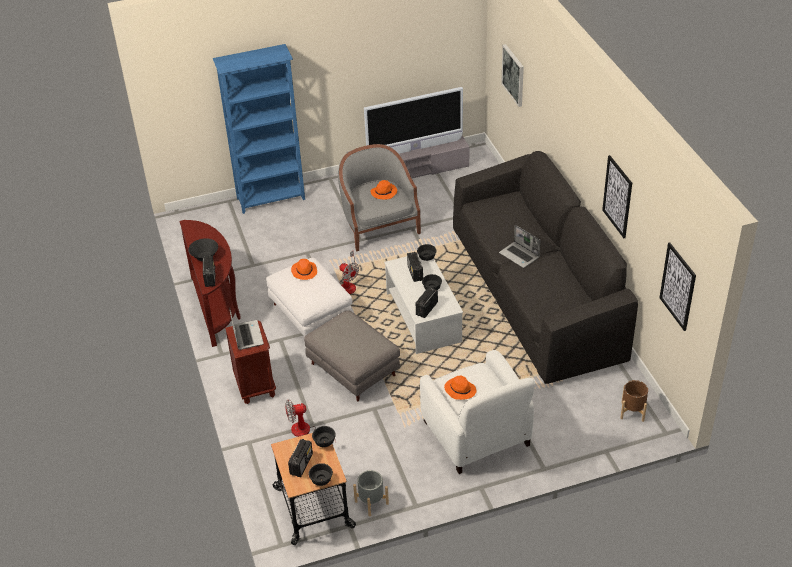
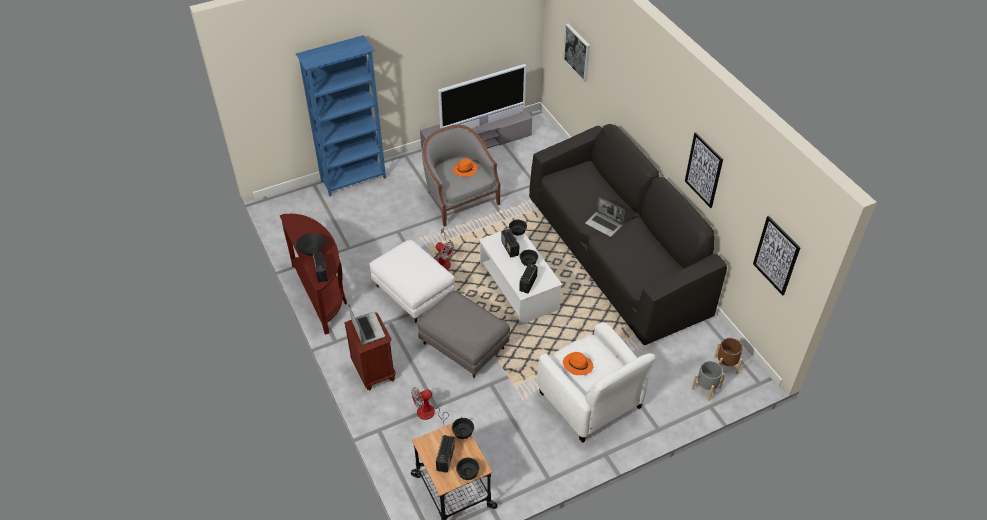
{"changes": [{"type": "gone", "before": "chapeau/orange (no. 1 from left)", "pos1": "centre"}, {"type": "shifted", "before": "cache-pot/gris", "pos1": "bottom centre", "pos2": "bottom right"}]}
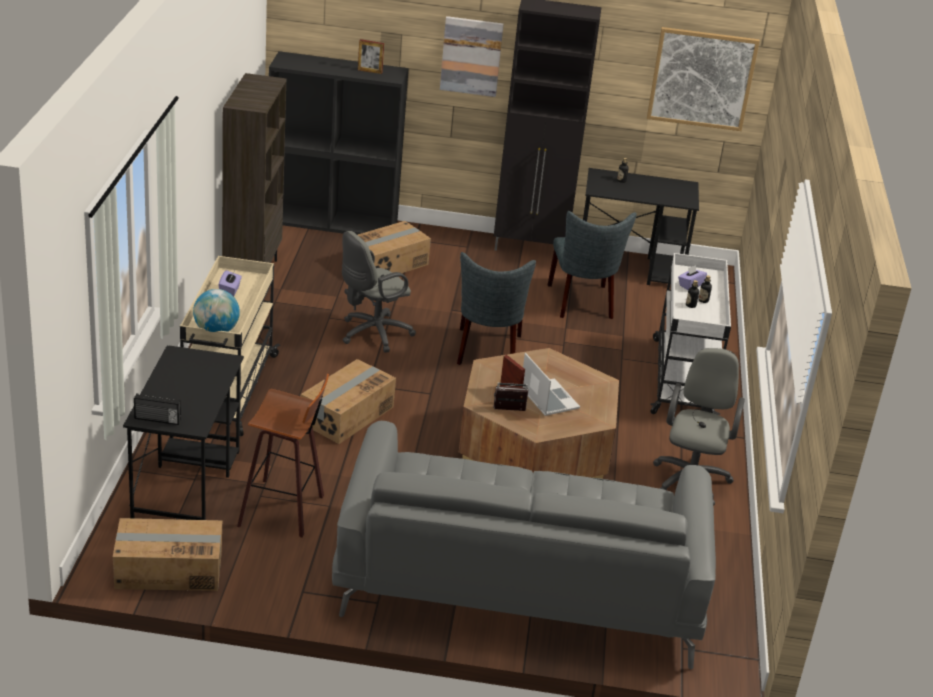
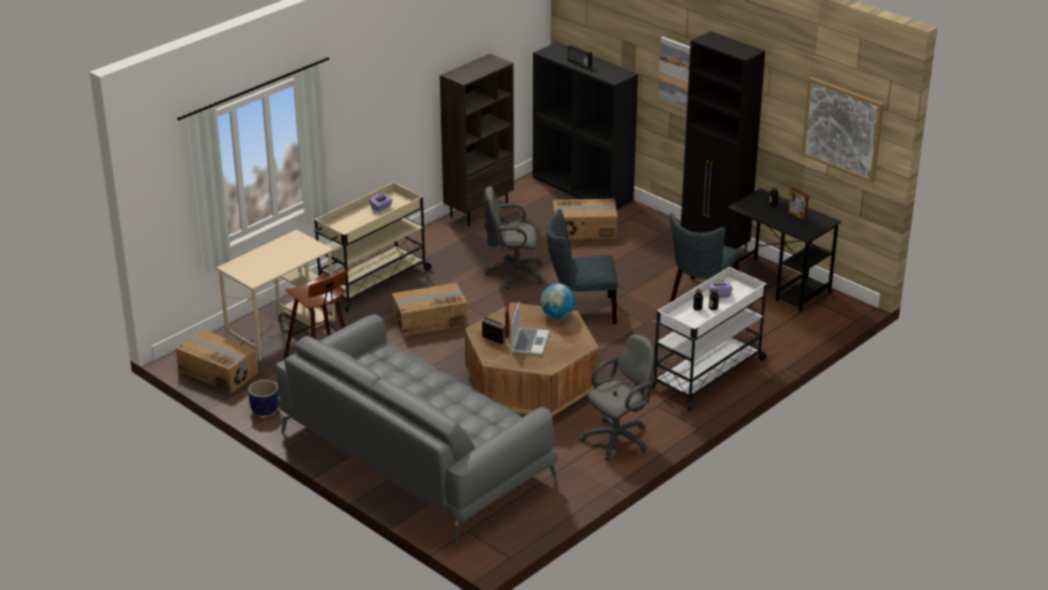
{"changes": [{"type": "new", "after": "cache-pot", "pos2": "bottom left"}, {"type": "shifted", "before": "radio (no. 1 from left in the first image)", "after": "radio (no. 2 from left)", "pos1": "middle left", "pos2": "top centre"}, {"type": "shifted", "before": "globe", "pos1": "middle left", "pos2": "centre"}, {"type": "shifted", "before": "cadre photo (no. 1 from left in the first image)", "after": "cadre photo (no. 2 from left)", "pos1": "top centre", "pos2": "middle right"}, {"type": "repainted", "before": "bureau/noir (no. 1 from left)", "after": "bureau/beige", "pos1": "middle left", "pos2": "middle left"}, {"type": "rotated", "before": "chaise/gris (no. 1 from left)", "pos1": "centre", "pos2": "centre", "turn": 45}]}
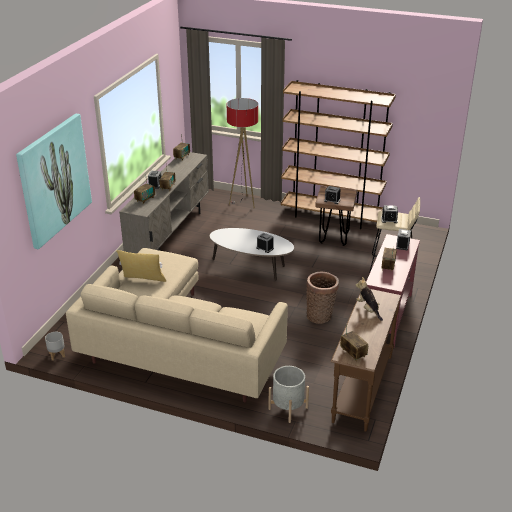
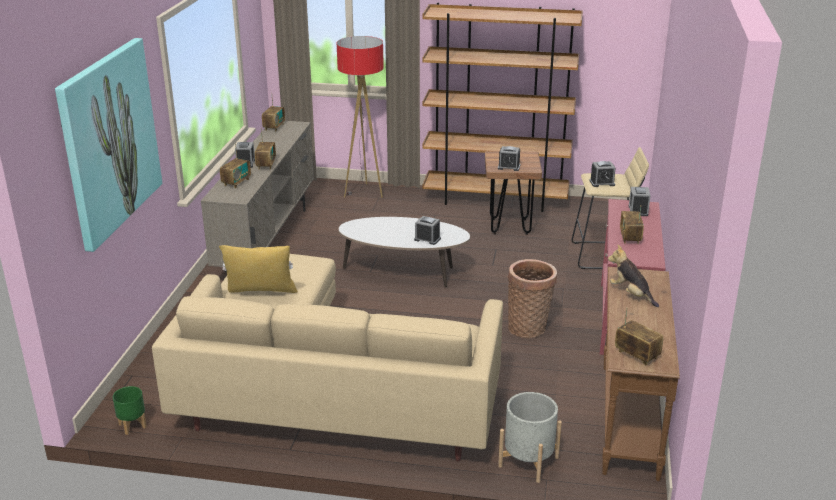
{"changes": [{"type": "repainted", "before": "cache-pot/gris (no. 1 from left)", "after": "cache-pot/vert", "pos1": "bottom left", "pos2": "bottom left"}]}
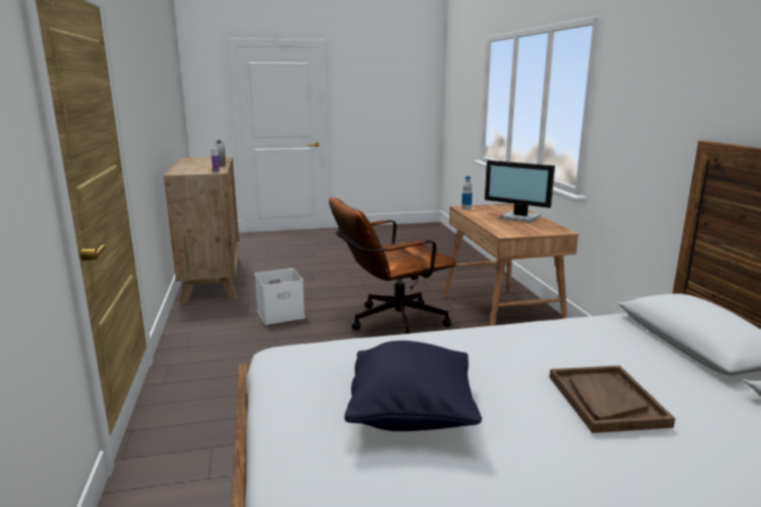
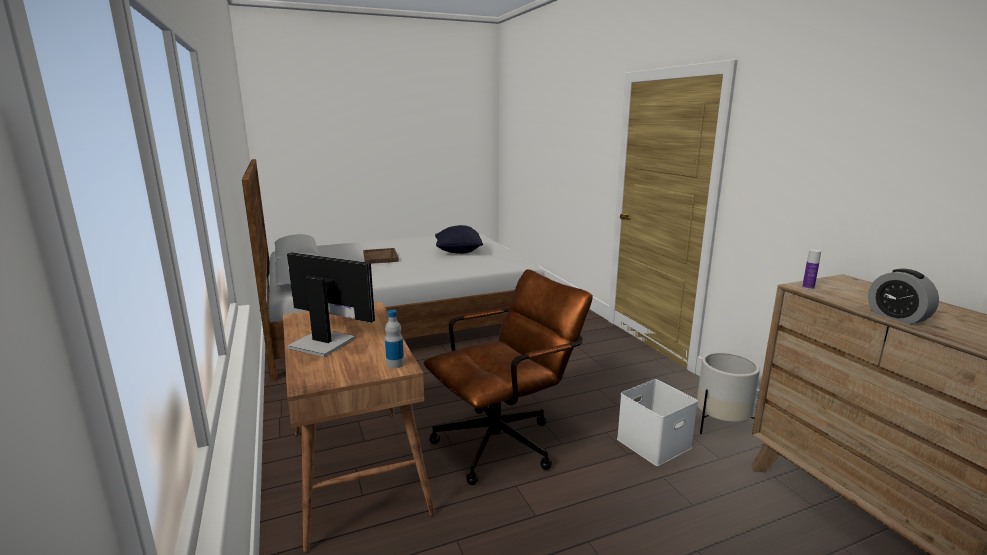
{"changes": [{"type": "new", "after": "cache-pot/blanc", "pos2": "bottom right"}]}
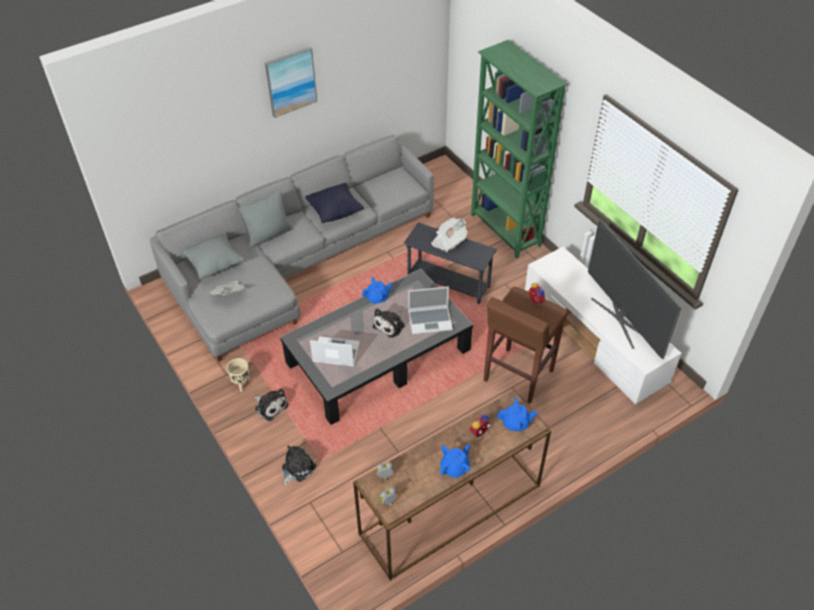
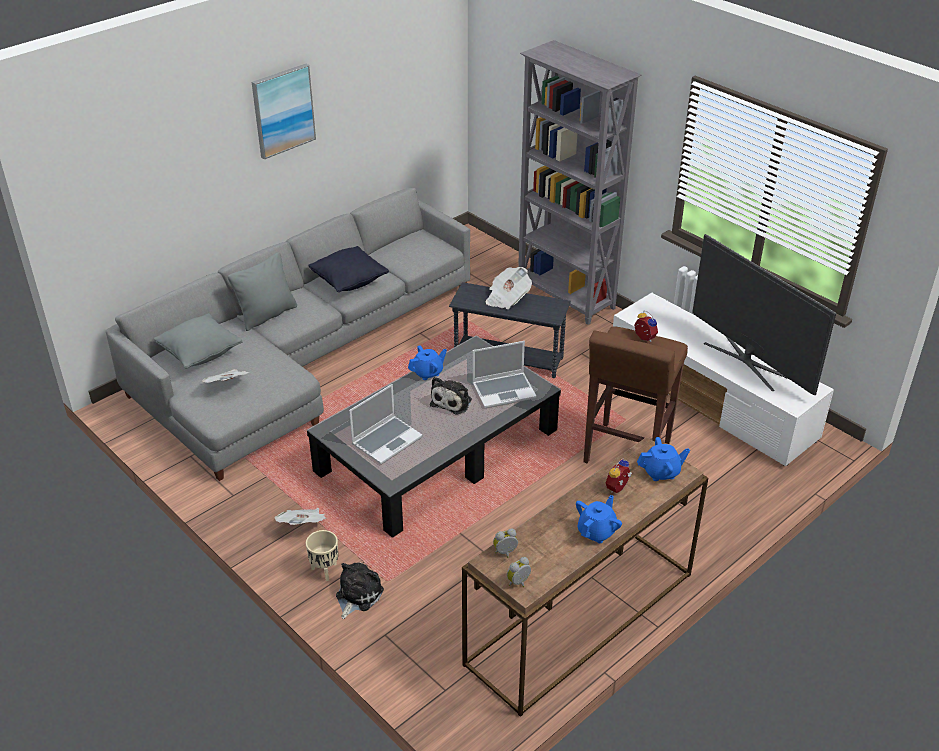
{"changes": [{"type": "shifted", "before": "cache-pot/beige", "pos1": "middle left", "pos2": "bottom centre"}, {"type": "swapped", "before": "peluche (no. 1 from left)", "after": "journal (no. 2 from left)", "pos1": "middle left", "pos2": "bottom left"}, {"type": "repainted", "before": "bibliothèque/vert", "after": "bibliothèque/gris", "pos1": "top centre", "pos2": "top centre"}, {"type": "rotated", "before": "ordinateur portable (no. 1 from left)", "pos1": "centre", "pos2": "centre", "turn": 135}]}
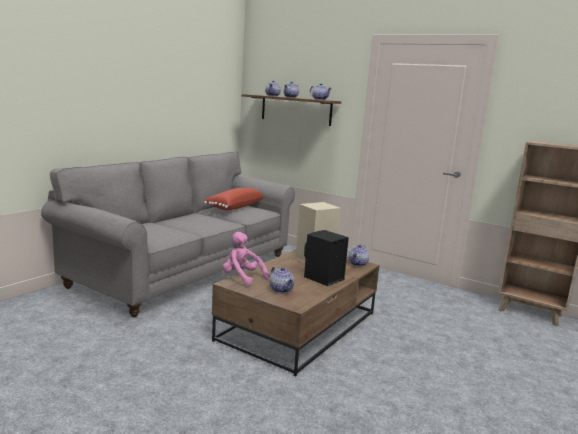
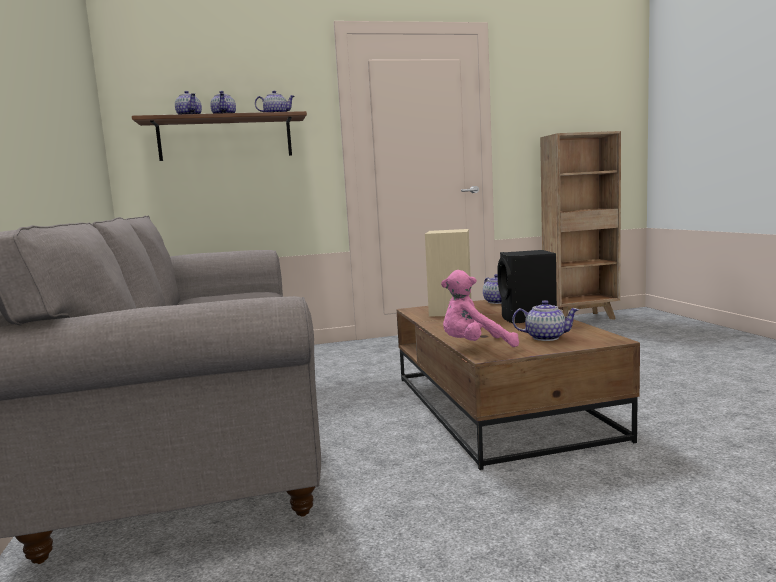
{"changes": [{"type": "gone", "before": "coussin/rouge", "pos1": "centre"}]}
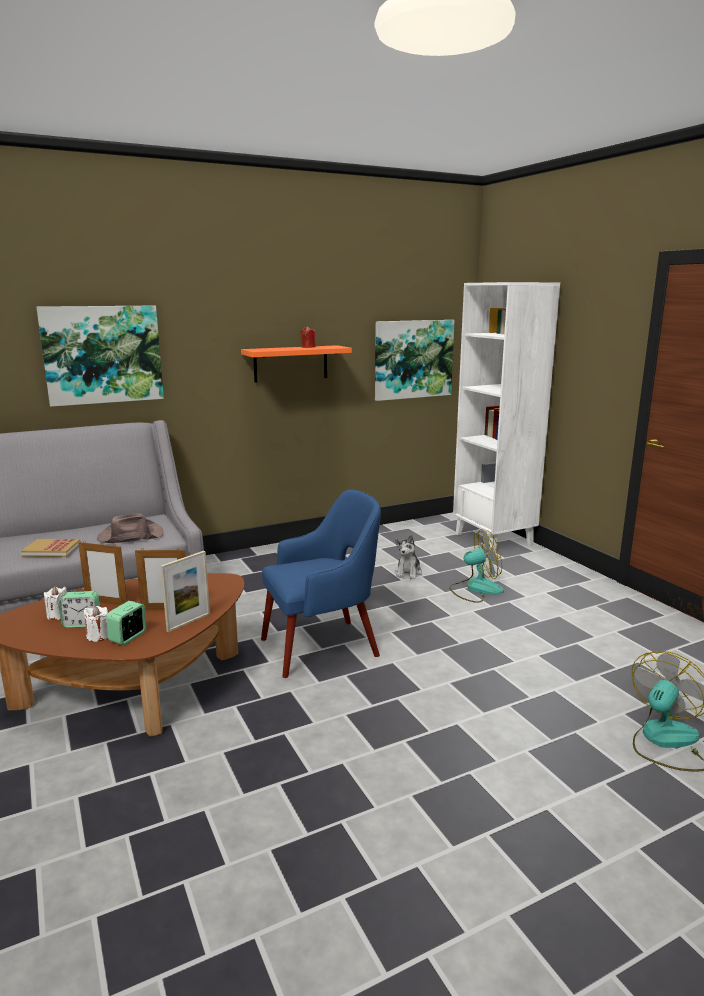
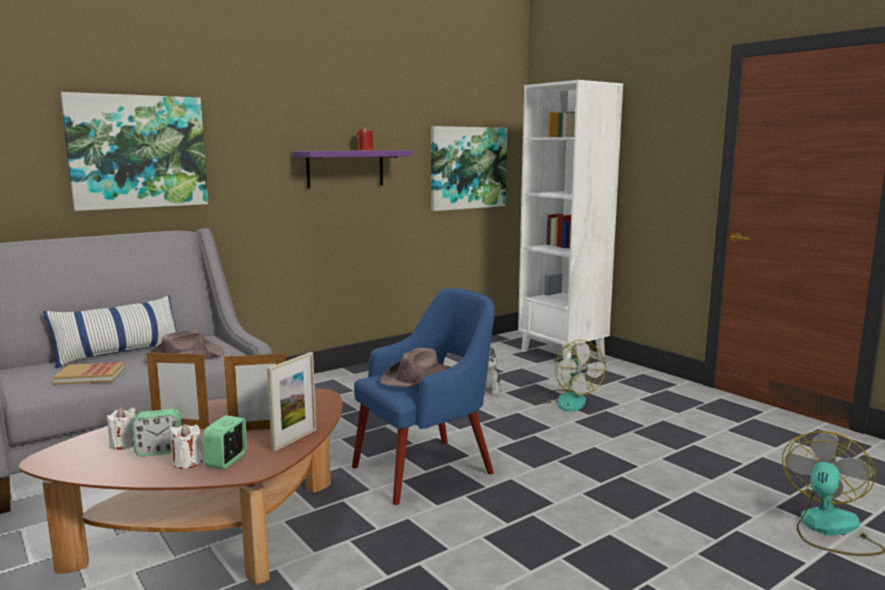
{"changes": [{"type": "new", "after": "coussin", "pos2": "middle left"}, {"type": "new", "after": "chapeau/marron (no. 2 from left)", "pos2": "centre"}, {"type": "repainted", "before": "étagère/orange", "after": "étagère/violet", "pos1": "centre", "pos2": "top centre"}, {"type": "rotated", "before": "ventilateur (no. 1 from left)", "pos1": "middle right", "pos2": "centre", "turn": 90}]}
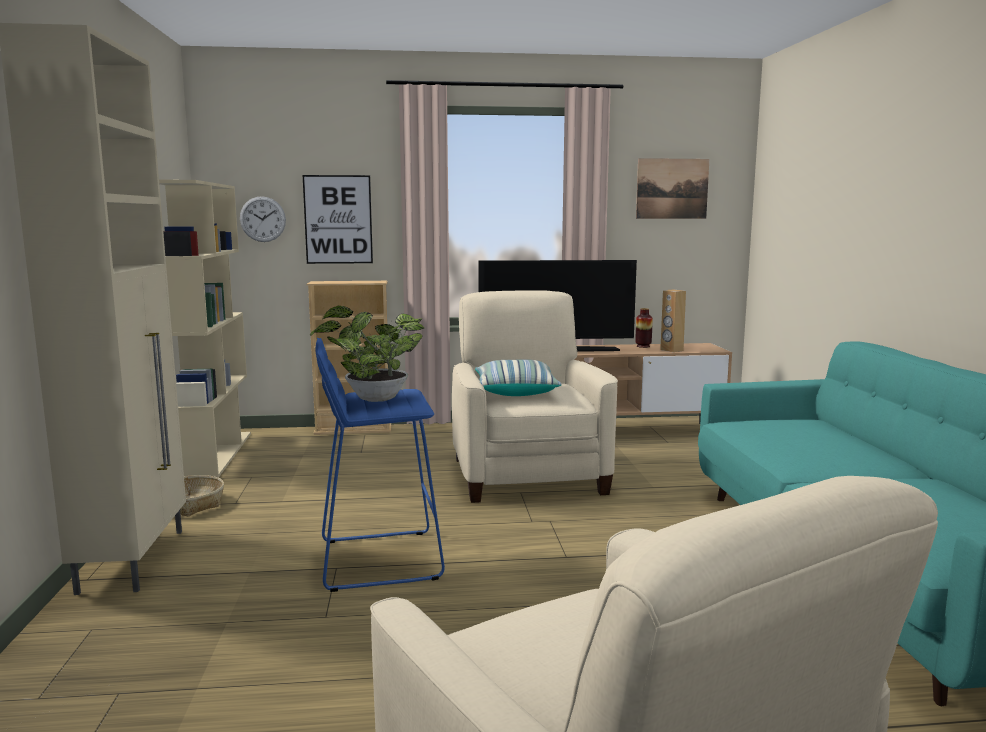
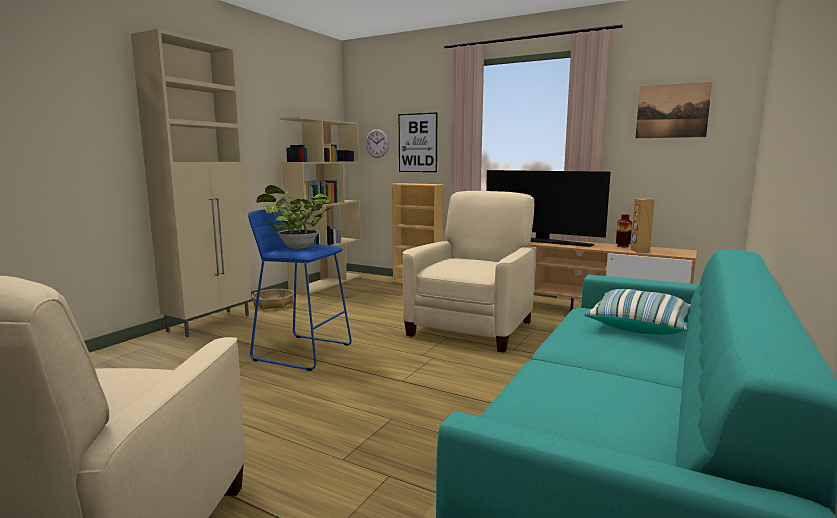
{"changes": [{"type": "shifted", "before": "coussin", "pos1": "centre", "pos2": "middle right"}]}
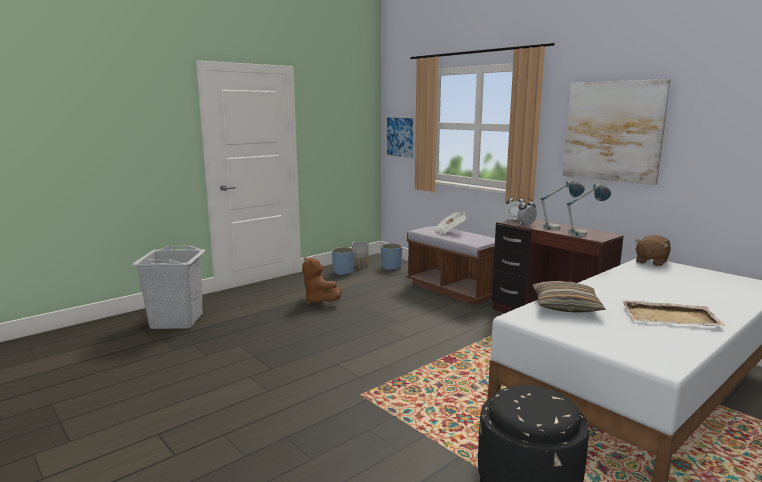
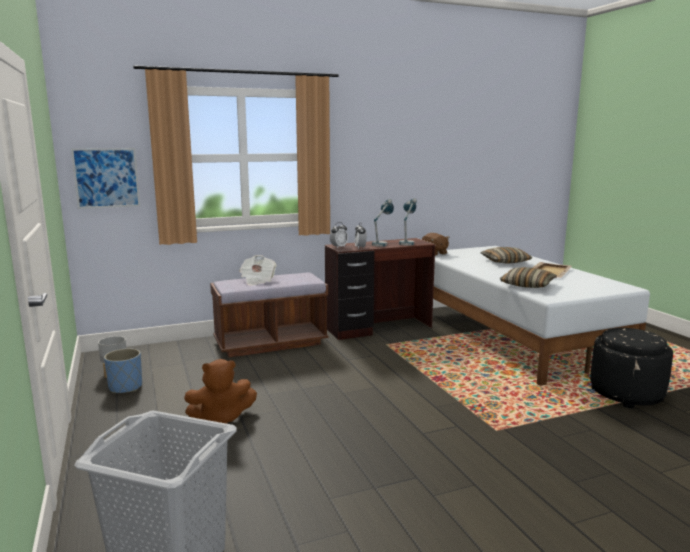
{"changes": [{"type": "gone", "before": "cache-pot/bleu (no. 2 from left)", "pos1": "centre"}, {"type": "gone", "before": "tableau (no. 2 from left)", "pos1": "top right"}, {"type": "new", "after": "coussin (no. 1 from left)", "pos2": "middle right"}]}
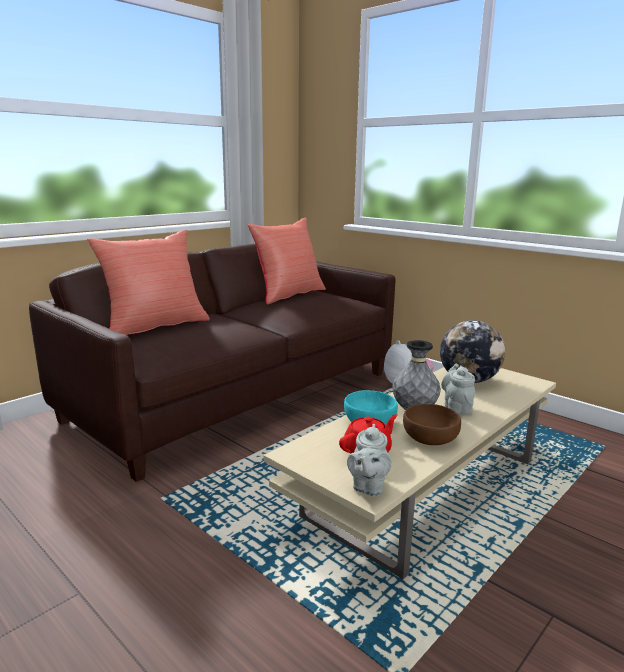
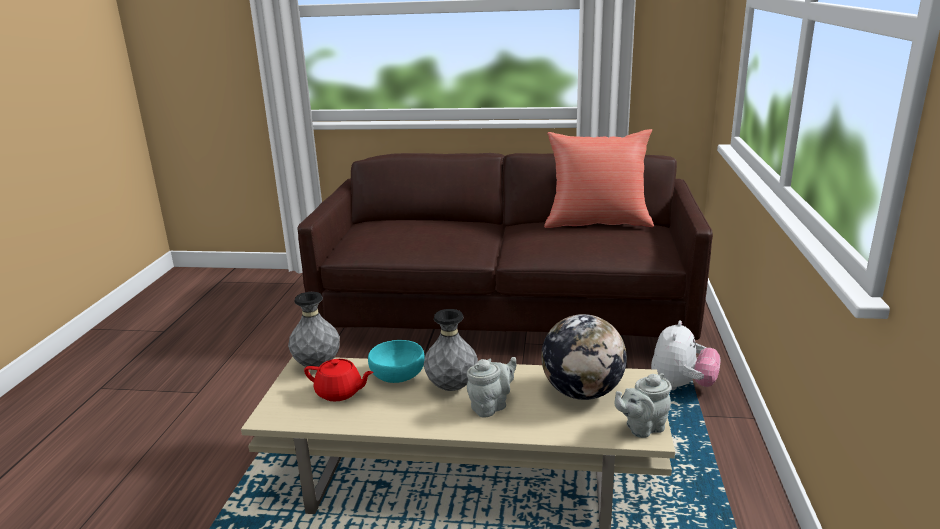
{"changes": [{"type": "gone", "before": "coussin/rouge (no. 1 from left)", "pos1": "middle left"}, {"type": "gone", "before": "bol/marron", "pos1": "middle right"}, {"type": "new", "after": "vase/gris (no. 1 from left)", "pos2": "centre"}, {"type": "shifted", "before": "théière/gris (no. 1 from left in the first image)", "after": "théière/gris (no. 2 from left)", "pos1": "bottom centre", "pos2": "bottom right"}]}
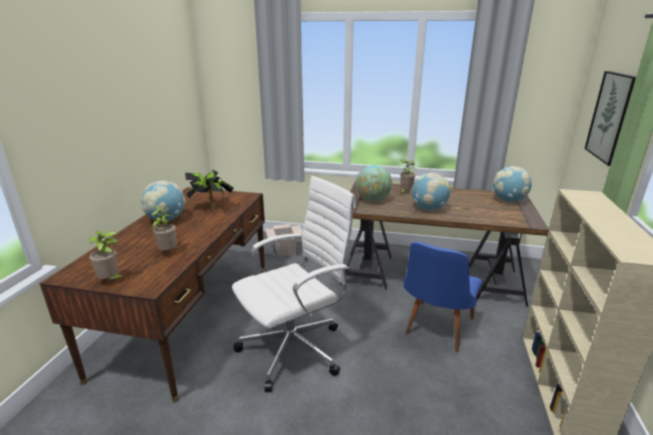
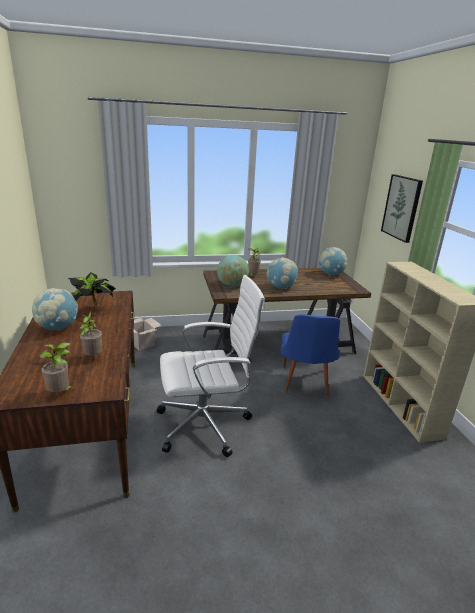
{"changes": [{"type": "rotated", "before": "chaise de bureau/blanc", "pos1": "centre", "pos2": "centre", "turn": 45}]}
